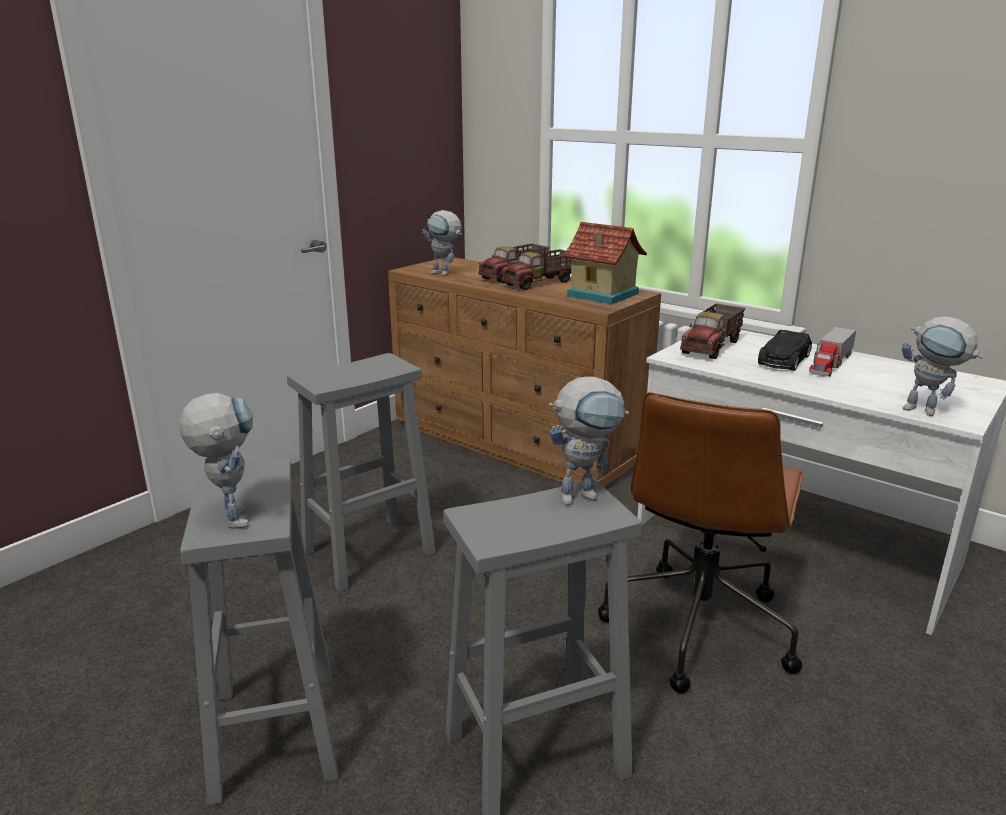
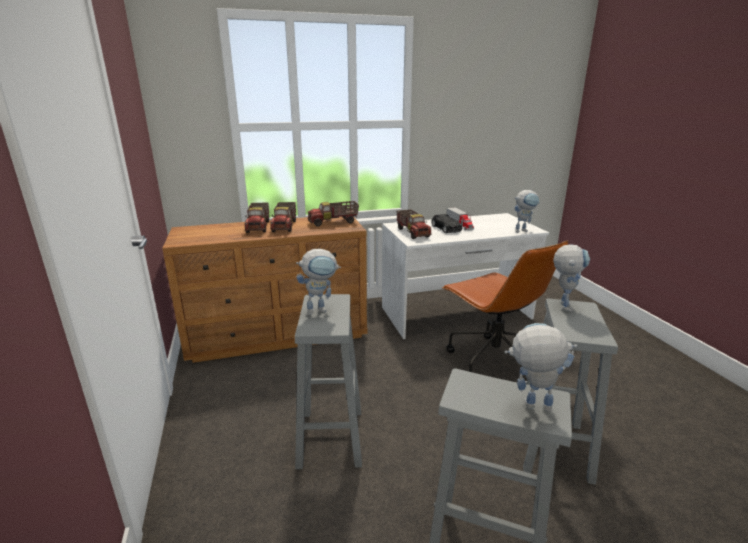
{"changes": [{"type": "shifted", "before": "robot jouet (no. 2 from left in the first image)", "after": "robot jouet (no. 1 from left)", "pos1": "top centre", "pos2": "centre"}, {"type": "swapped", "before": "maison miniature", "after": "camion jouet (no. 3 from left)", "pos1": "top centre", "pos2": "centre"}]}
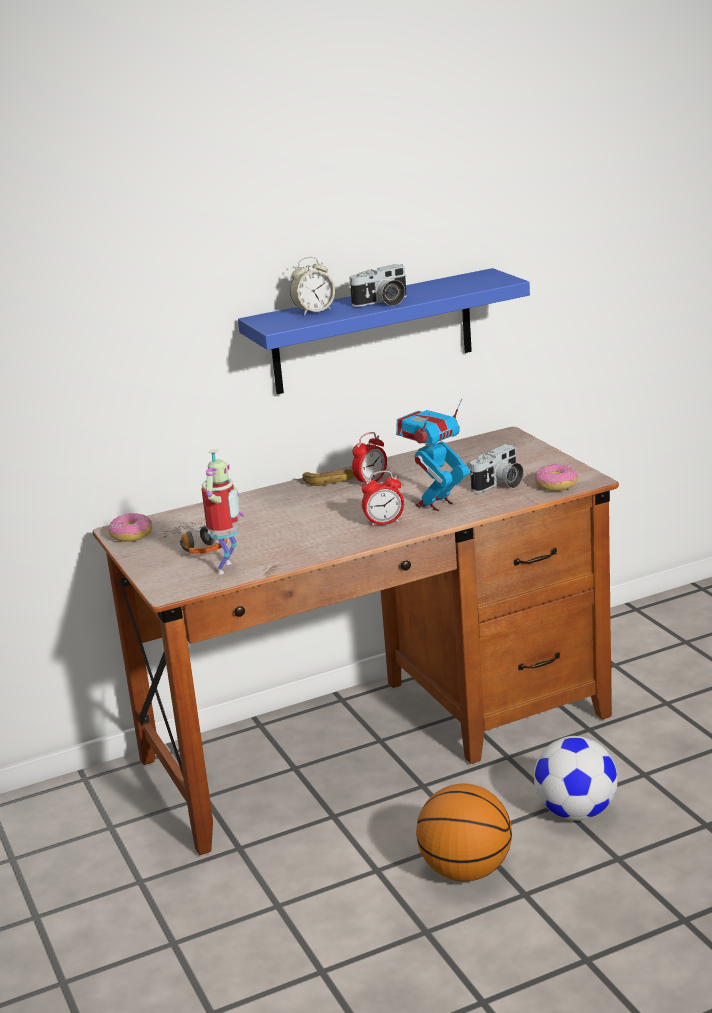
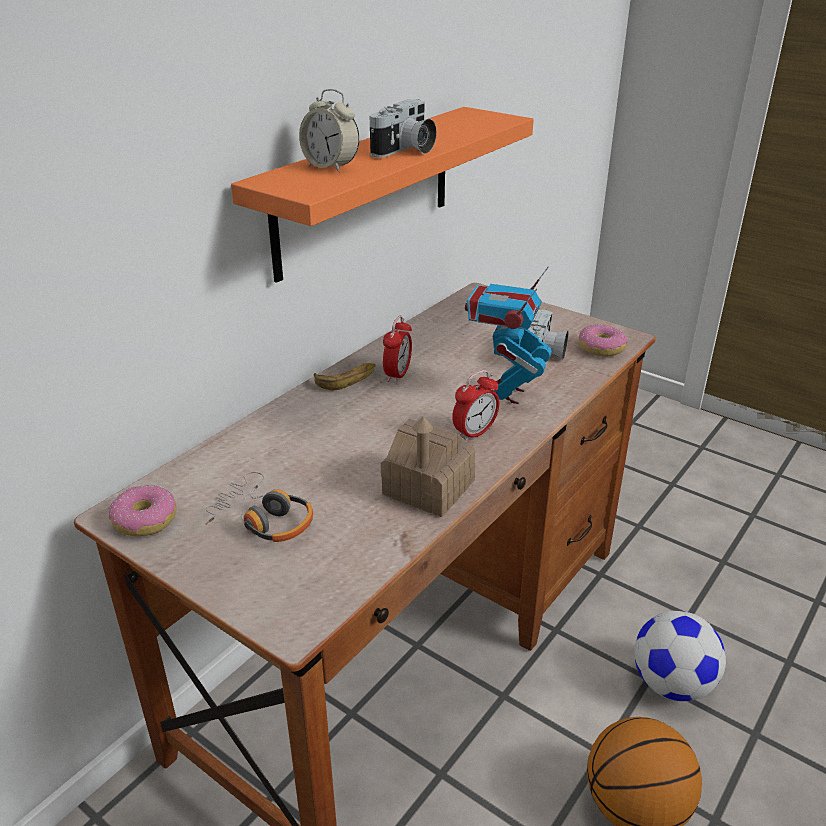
{"changes": [{"type": "gone", "before": "robot jouet (no. 1 from left)", "pos1": "middle left"}, {"type": "new", "after": "maison miniature", "pos2": "centre"}, {"type": "repainted", "before": "étagère/bleu", "after": "étagère/orange", "pos1": "top centre", "pos2": "top centre"}, {"type": "rotated", "before": "réveil (no. 1 from left)", "pos1": "top centre", "pos2": "top centre", "turn": 90}]}
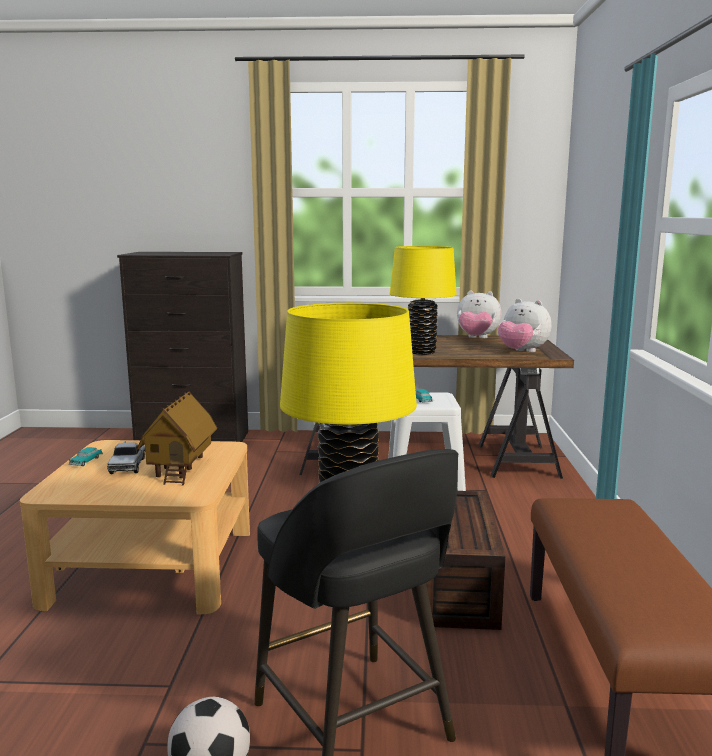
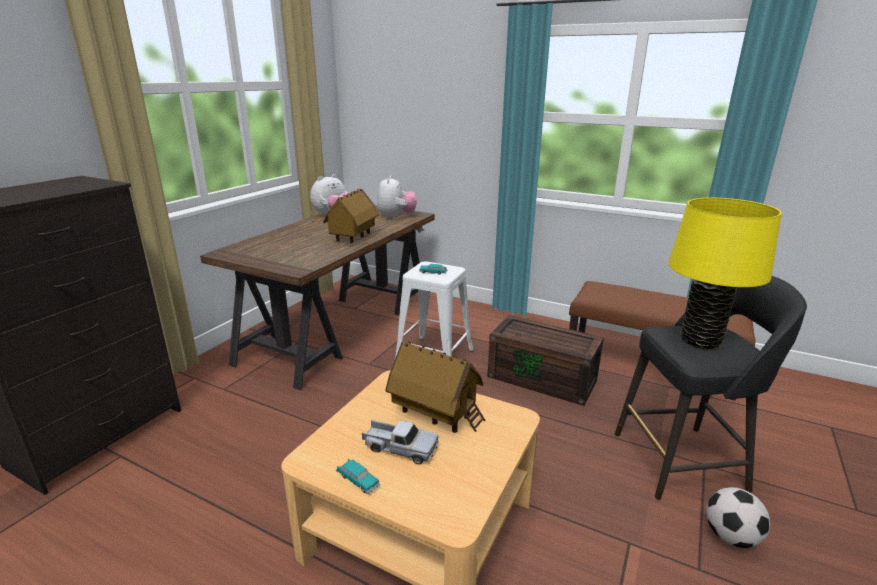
{"changes": [{"type": "swapped", "before": "lampe de table/jaune (no. 2 from left)", "after": "maison miniature (no. 1 from left)", "pos1": "centre", "pos2": "centre"}, {"type": "rotated", "before": "peluche (no. 2 from left)", "pos1": "middle right", "pos2": "centre", "turn": -60}]}
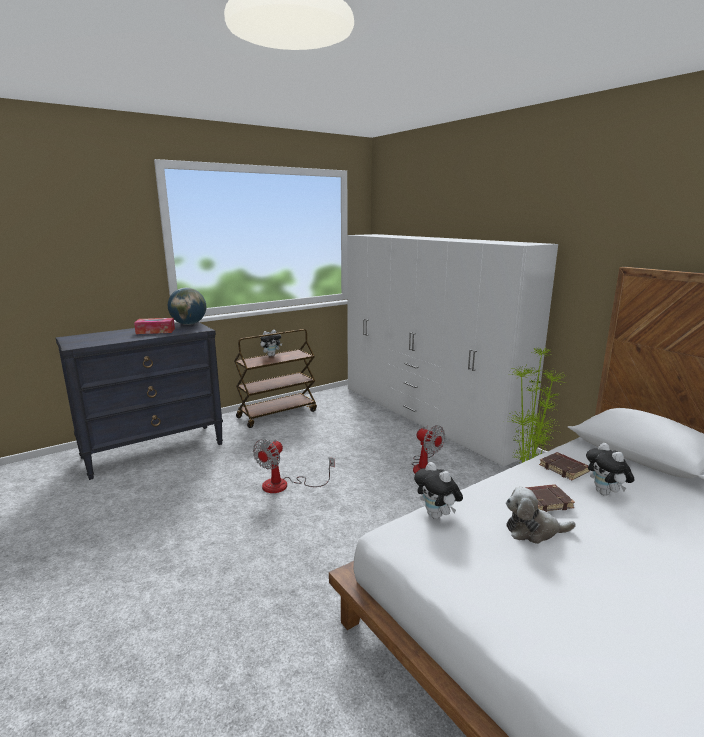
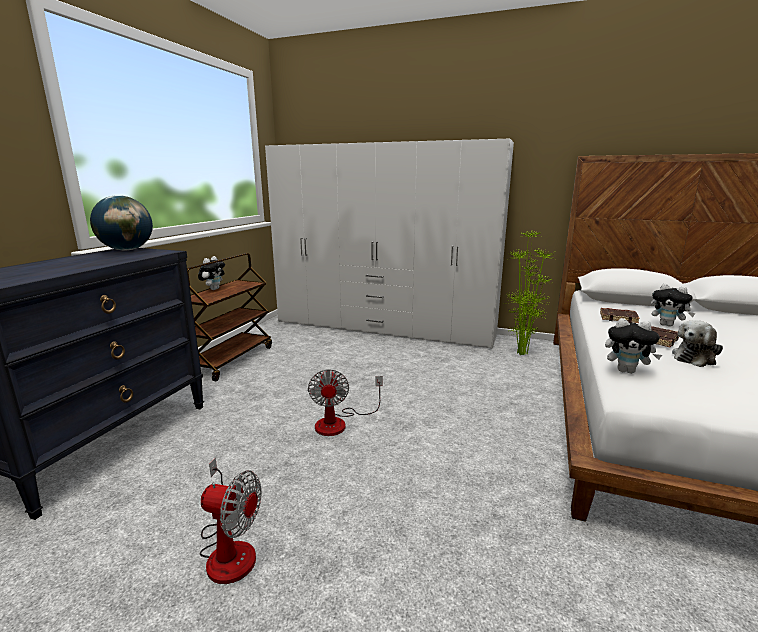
{"changes": [{"type": "gone", "before": "boîte à mouchoirs", "pos1": "middle left"}, {"type": "shifted", "before": "ventilateur (no. 2 from left in the first image)", "after": "ventilateur (no. 1 from left)", "pos1": "centre", "pos2": "bottom left"}]}
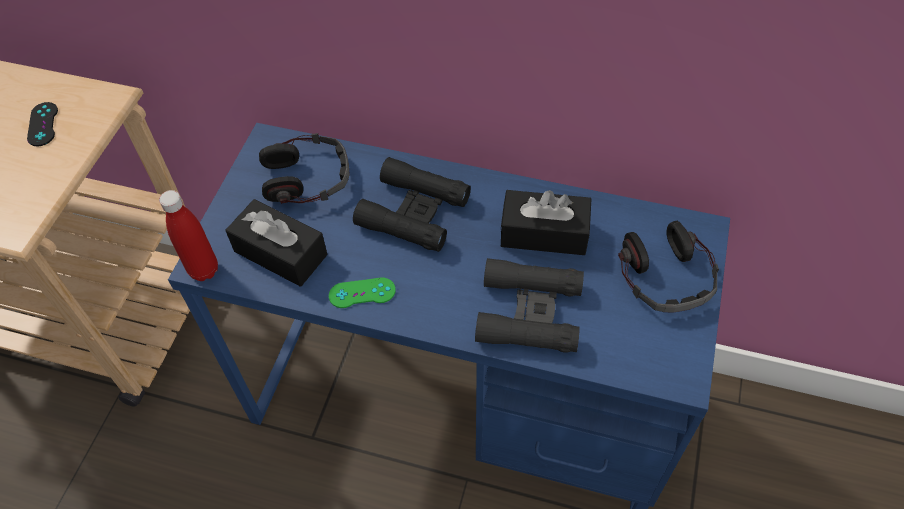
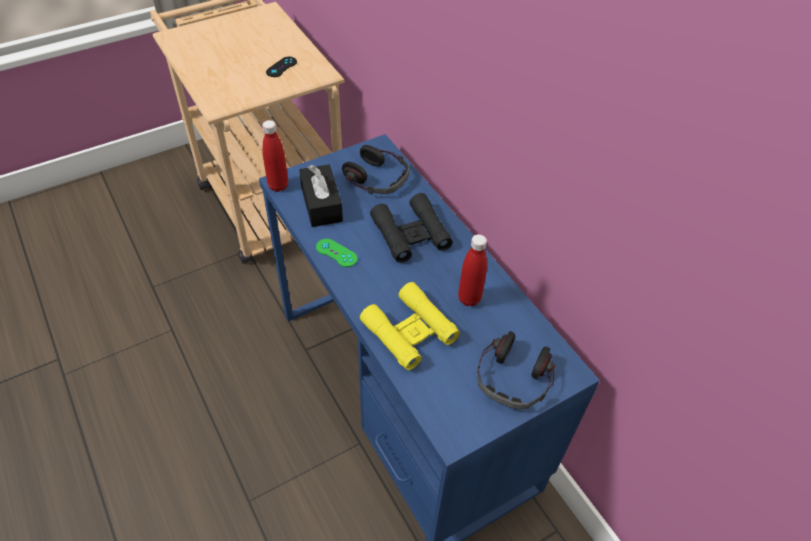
{"changes": [{"type": "swapped", "before": "boîte à mouchoirs/noir (no. 2 from left)", "after": "bouteille/rouge (no. 2 from left)", "pos1": "centre", "pos2": "centre"}, {"type": "repainted", "before": "jumelles/noir (no. 2 from left)", "after": "jumelles/jaune", "pos1": "centre", "pos2": "centre"}]}
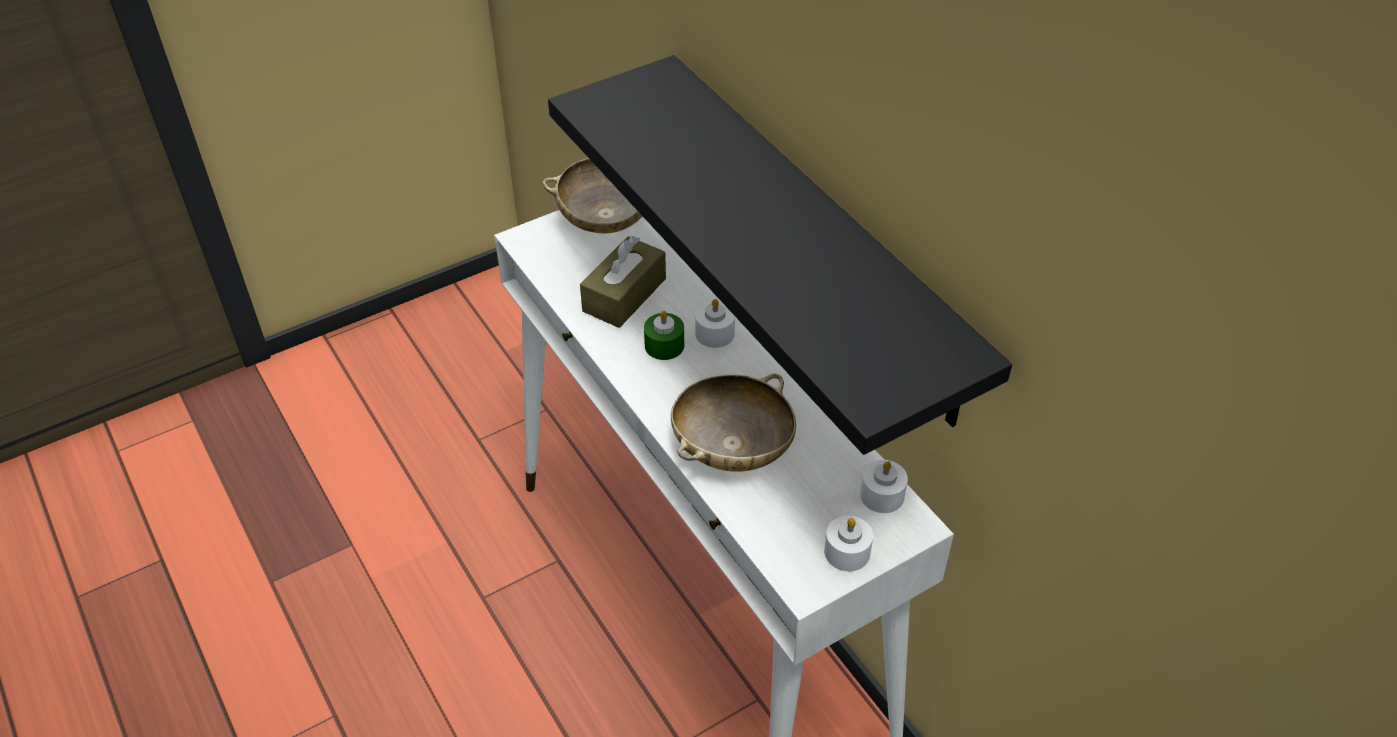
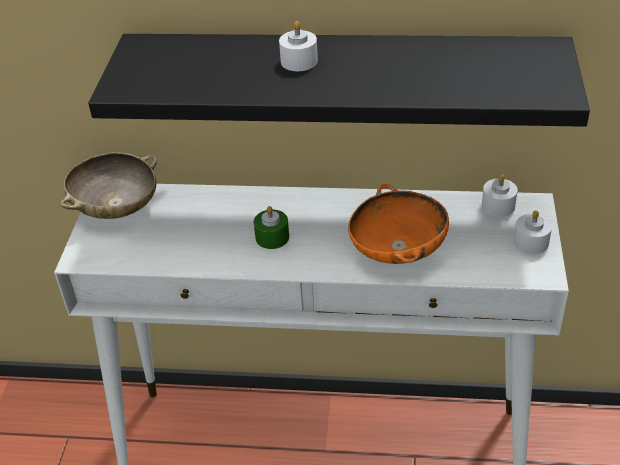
{"changes": [{"type": "gone", "before": "boîte à mouchoirs/marron", "pos1": "centre"}, {"type": "shifted", "before": "bougie/blanc (no. 1 from left)", "pos1": "centre", "pos2": "top centre"}, {"type": "repainted", "before": "bol/beige (no. 2 from left)", "after": "bol/orange", "pos1": "centre", "pos2": "centre"}]}
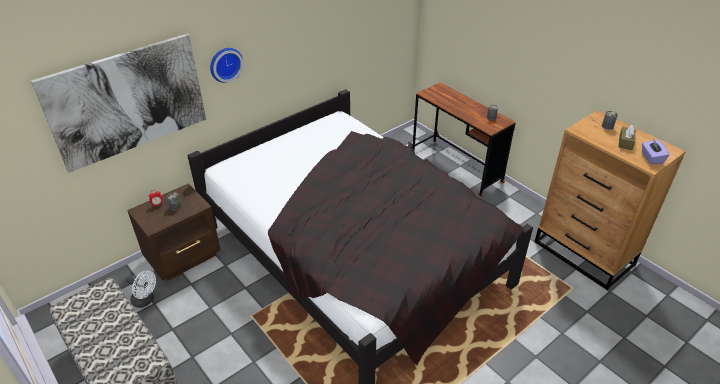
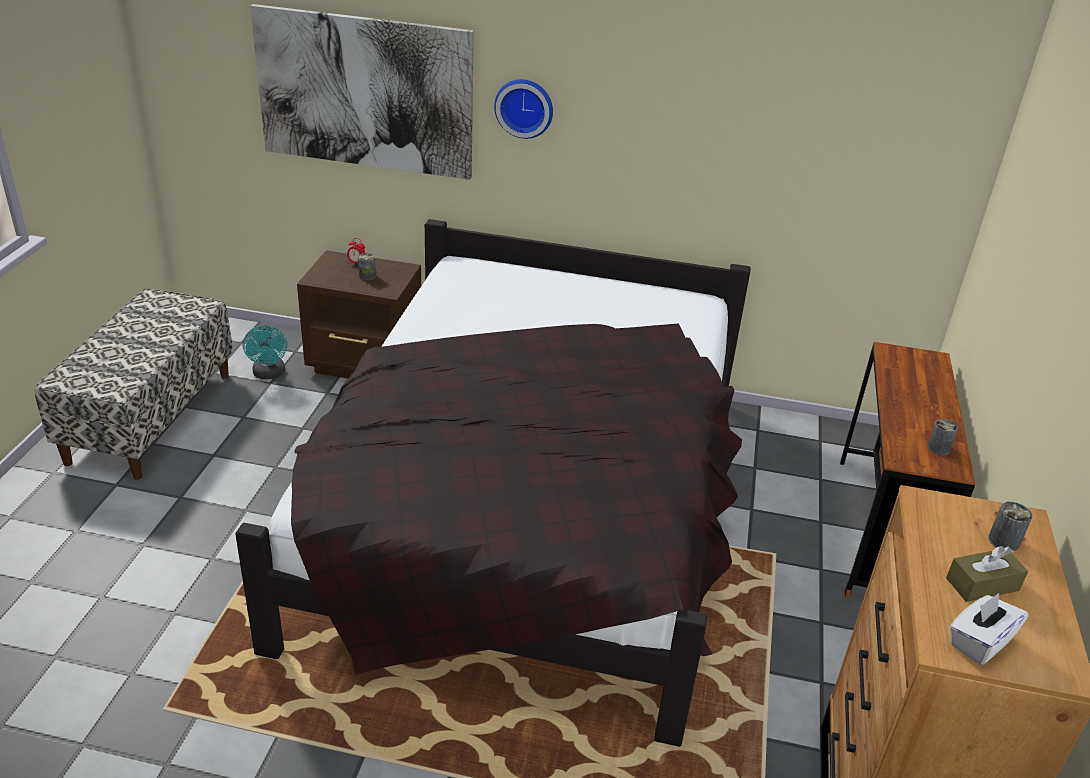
{"changes": [{"type": "repainted", "before": "ventilateur/blanc", "after": "ventilateur/turquoise", "pos1": "bottom left", "pos2": "middle left"}, {"type": "repainted", "before": "boîte à mouchoirs/violet", "after": "boîte à mouchoirs/blanc", "pos1": "middle right", "pos2": "bottom right"}]}
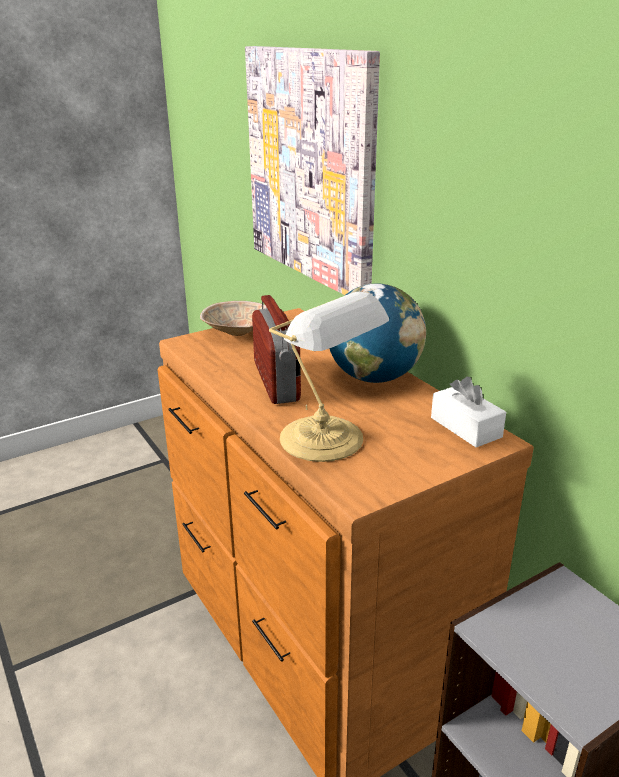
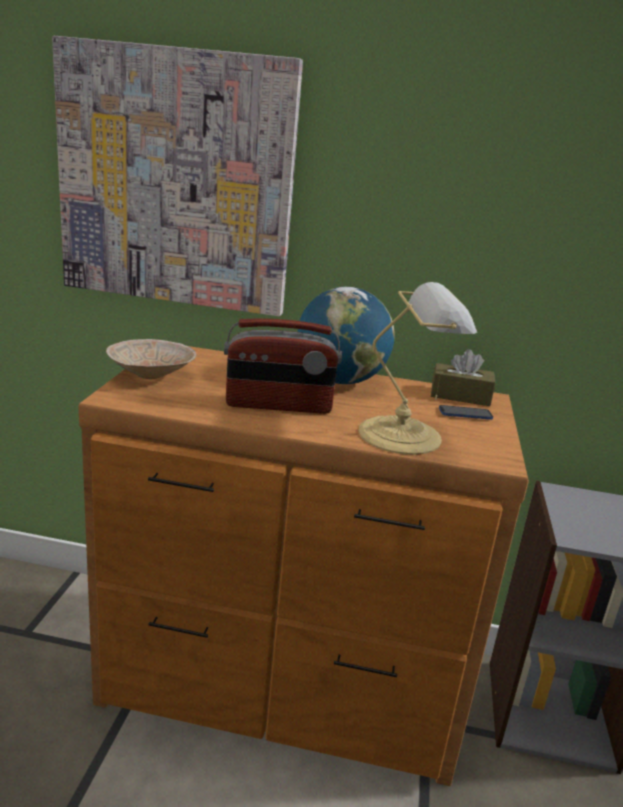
{"changes": [{"type": "new", "after": "téléphone", "pos2": "middle right"}, {"type": "repainted", "before": "boîte à mouchoirs/blanc", "after": "boîte à mouchoirs/marron", "pos1": "middle right", "pos2": "middle right"}, {"type": "rotated", "before": "radio", "pos1": "centre", "pos2": "centre", "turn": 150}]}
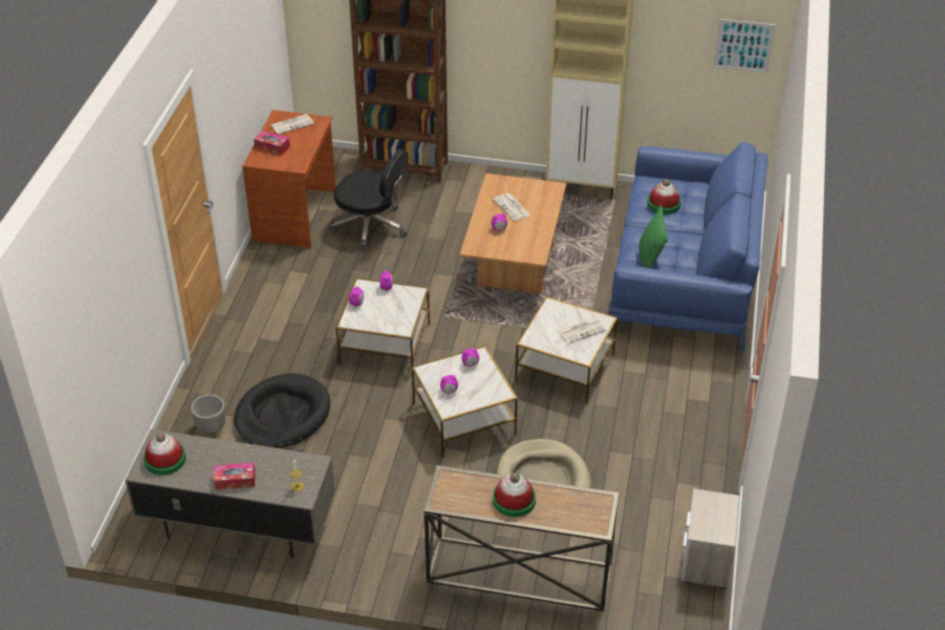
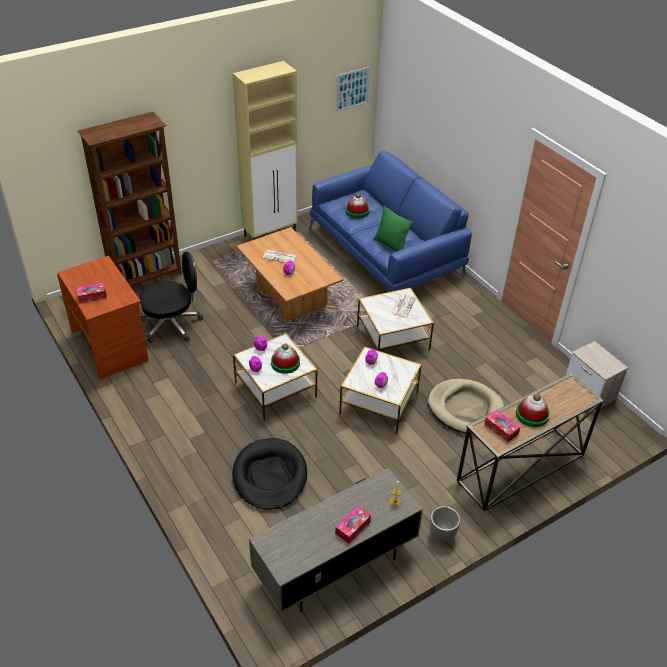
{"changes": [{"type": "gone", "before": "journal (no. 1 from left)", "pos1": "top left"}, {"type": "new", "after": "boîte à mouchoirs (no. 3 from left)", "pos2": "middle right"}, {"type": "shifted", "before": "chapeau (no. 1 from left)", "pos1": "bottom left", "pos2": "centre"}, {"type": "shifted", "before": "cache-pot", "pos1": "middle left", "pos2": "bottom right"}]}
